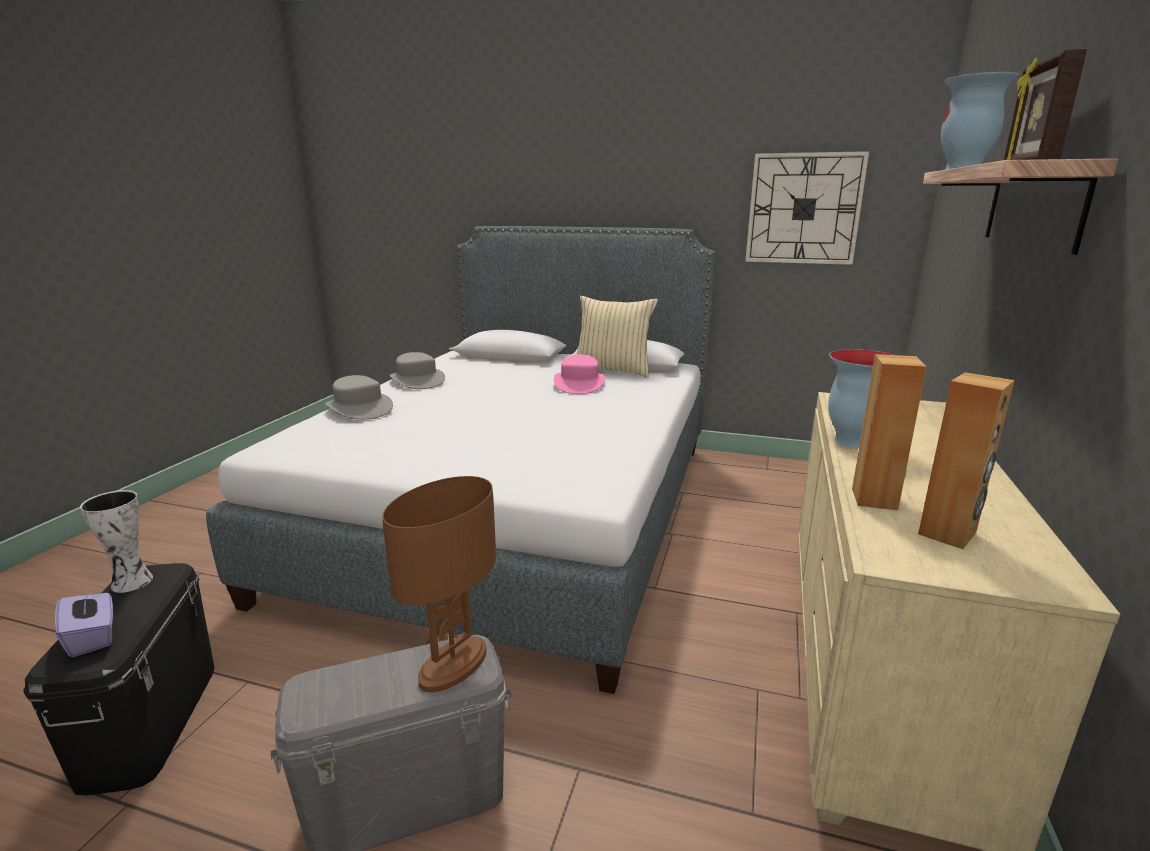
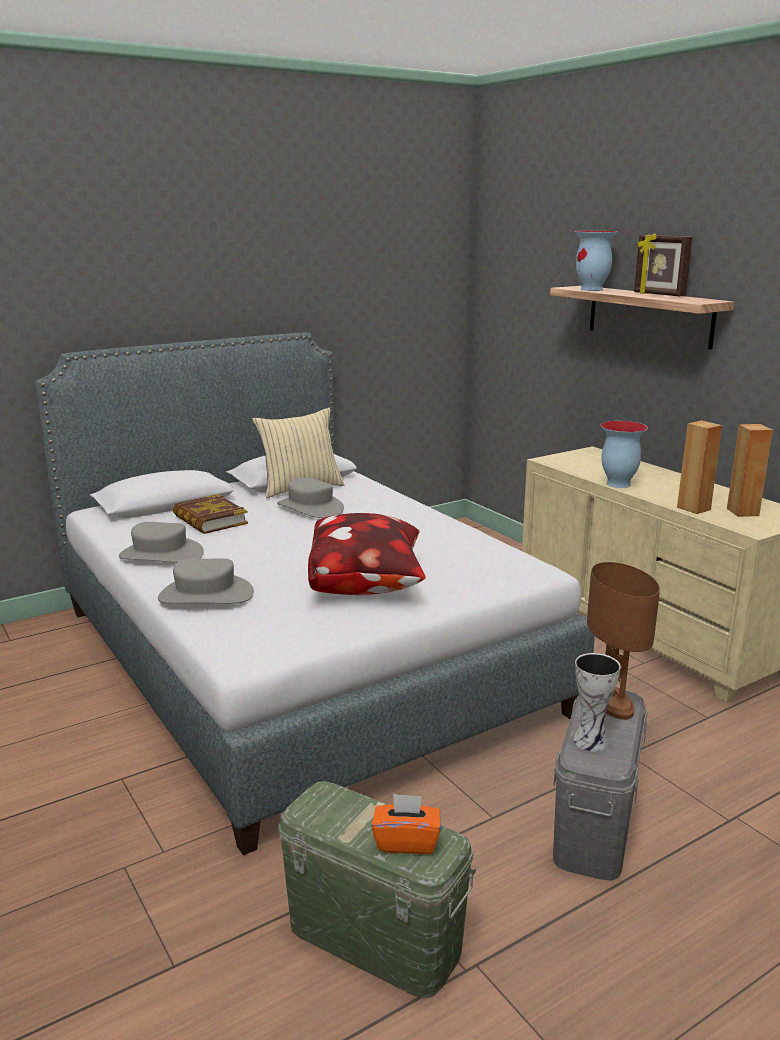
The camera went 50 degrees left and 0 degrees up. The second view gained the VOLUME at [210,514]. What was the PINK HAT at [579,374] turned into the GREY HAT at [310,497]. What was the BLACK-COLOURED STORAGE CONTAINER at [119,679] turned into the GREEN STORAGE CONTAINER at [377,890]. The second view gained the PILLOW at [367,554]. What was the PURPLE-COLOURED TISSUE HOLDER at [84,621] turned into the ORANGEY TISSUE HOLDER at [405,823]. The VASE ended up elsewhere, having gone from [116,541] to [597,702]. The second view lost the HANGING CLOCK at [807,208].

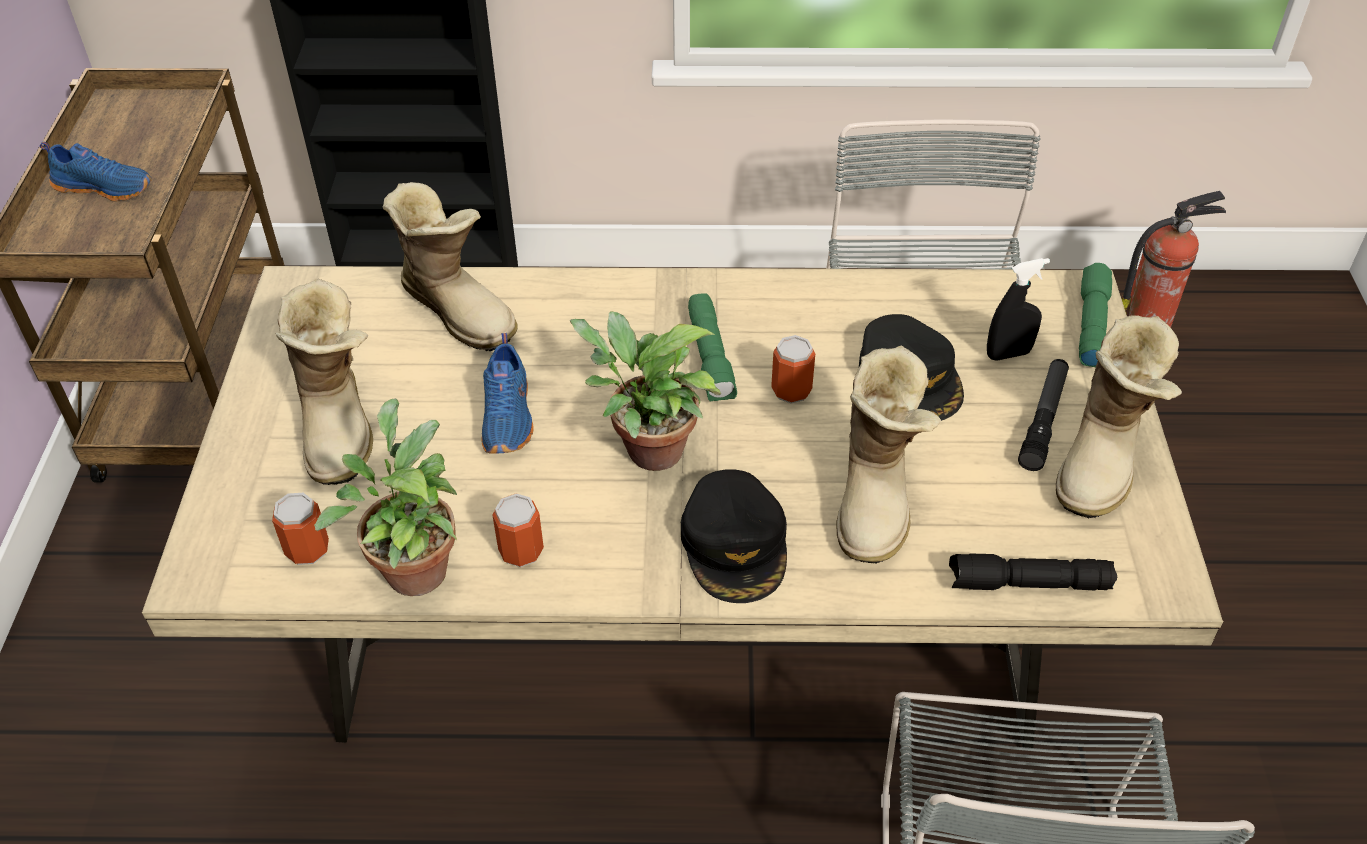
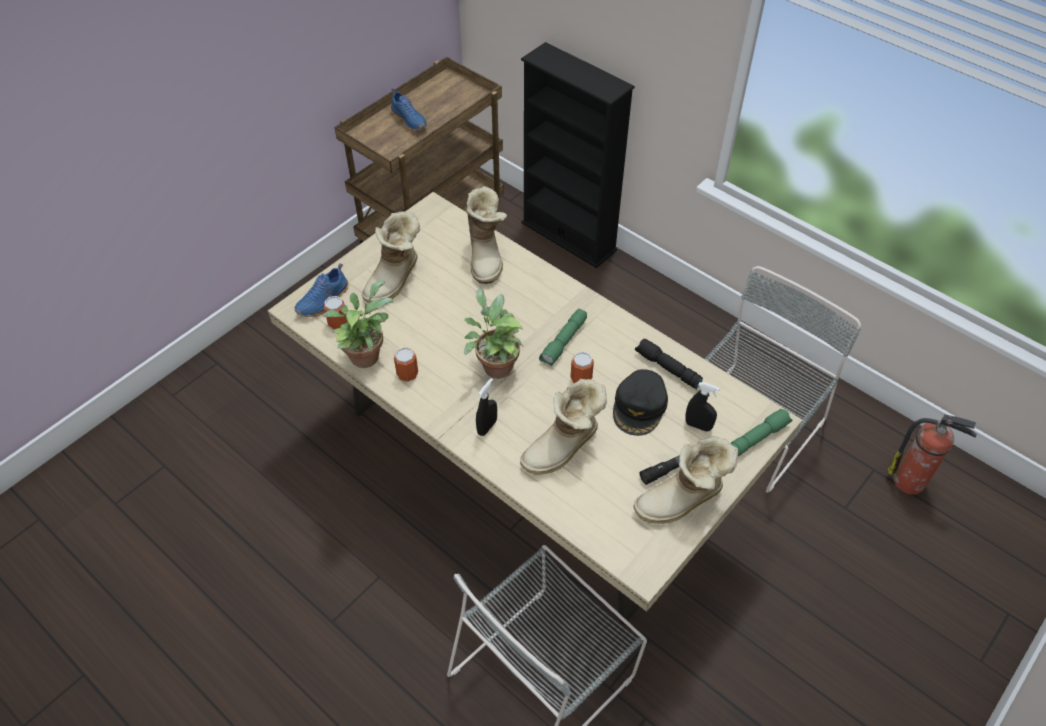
The camera went 40 degrees right and 5 degrees up. The BLUE-COLOURED ITEM OF FOOTWEAR ended up elsewhere, having gone from [508,393] to [322,290]. Where the BLACK-COLOURED CAP stood at [734,536], the BLACK-COLOURED HAND SPRAYER came to stand at [486,407]. The BLACK-COLOURED FLASHLIGHT ended up elsewhere, having gone from [1033,572] to [669,364].

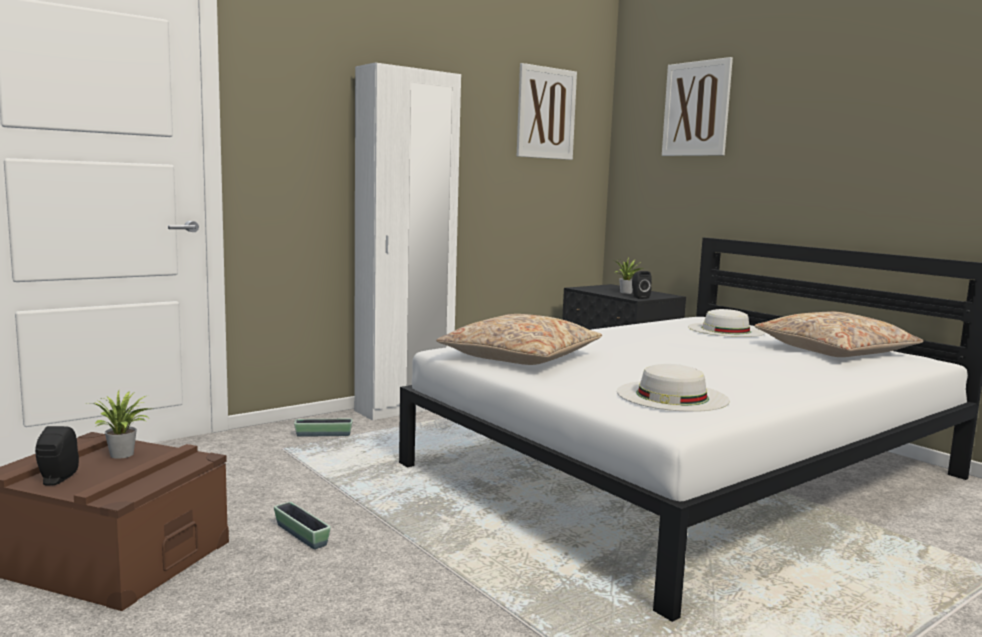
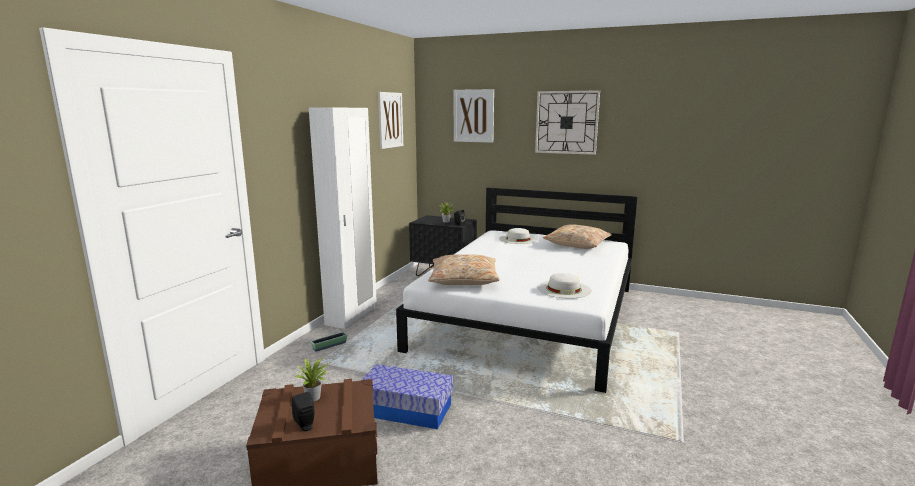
The camera went 30 degrees left and 5 degrees up. Where the FLOWER POT stood at [302,525], the STORAGE CONTAINER came to stand at [407,396]. The second view gained the HANGING CLOCK at [567,122].

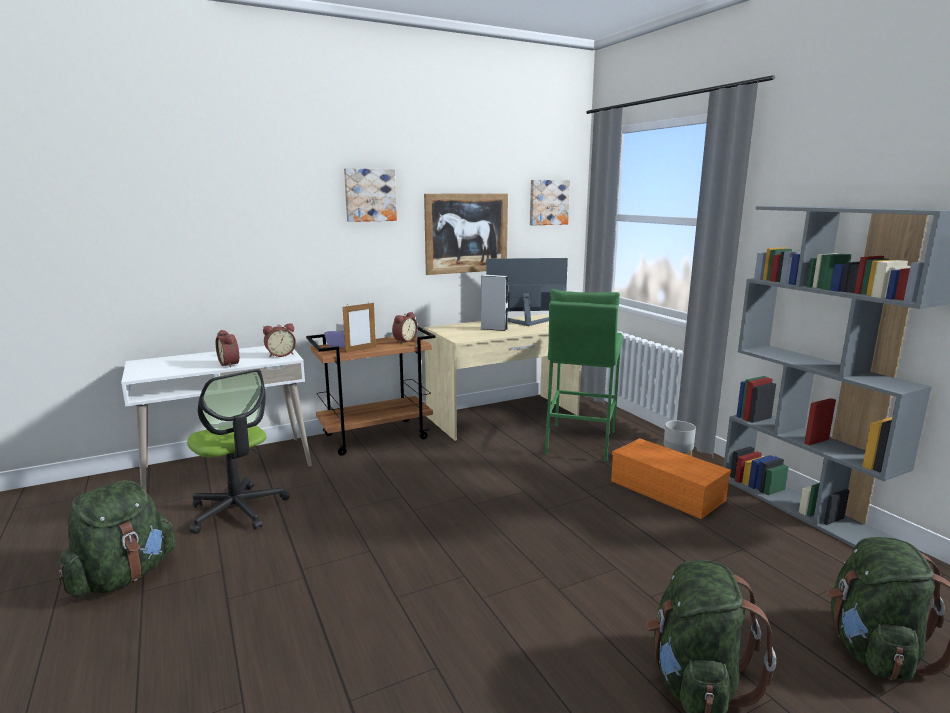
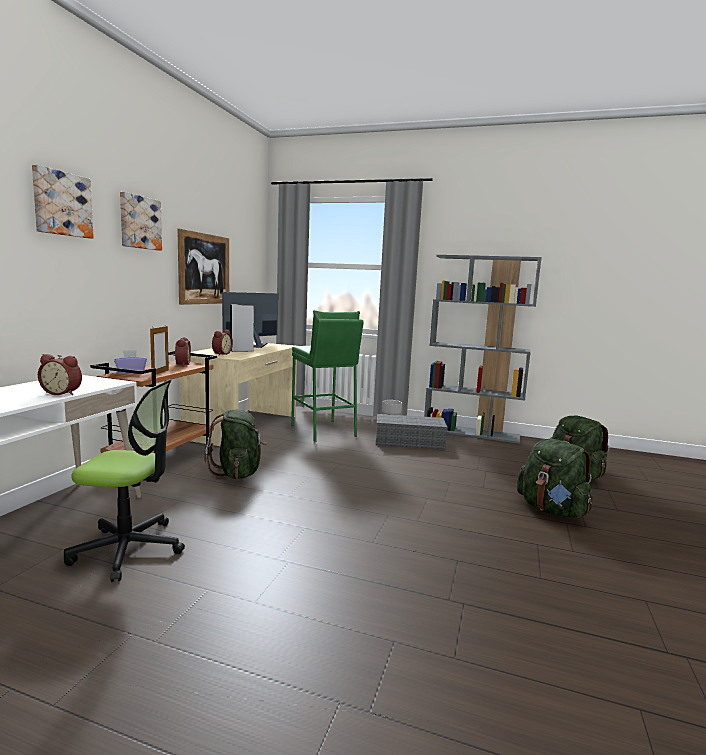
The camera went 45 degrees left and 5 degrees down. The WALL PICTURE ended up elsewhere, having gone from [550,202] to [63,201]. The GREEN RUCKSACK ended up elsewhere, having gone from [117,538] to [235,444]. The ALARM CLOCK ended up elsewhere, having gone from [279,340] to [222,342]. What was the ORANGEY STORAGE CONTAINER at [671,478] turned into the GREY STORAGE CONTAINER at [412,431].

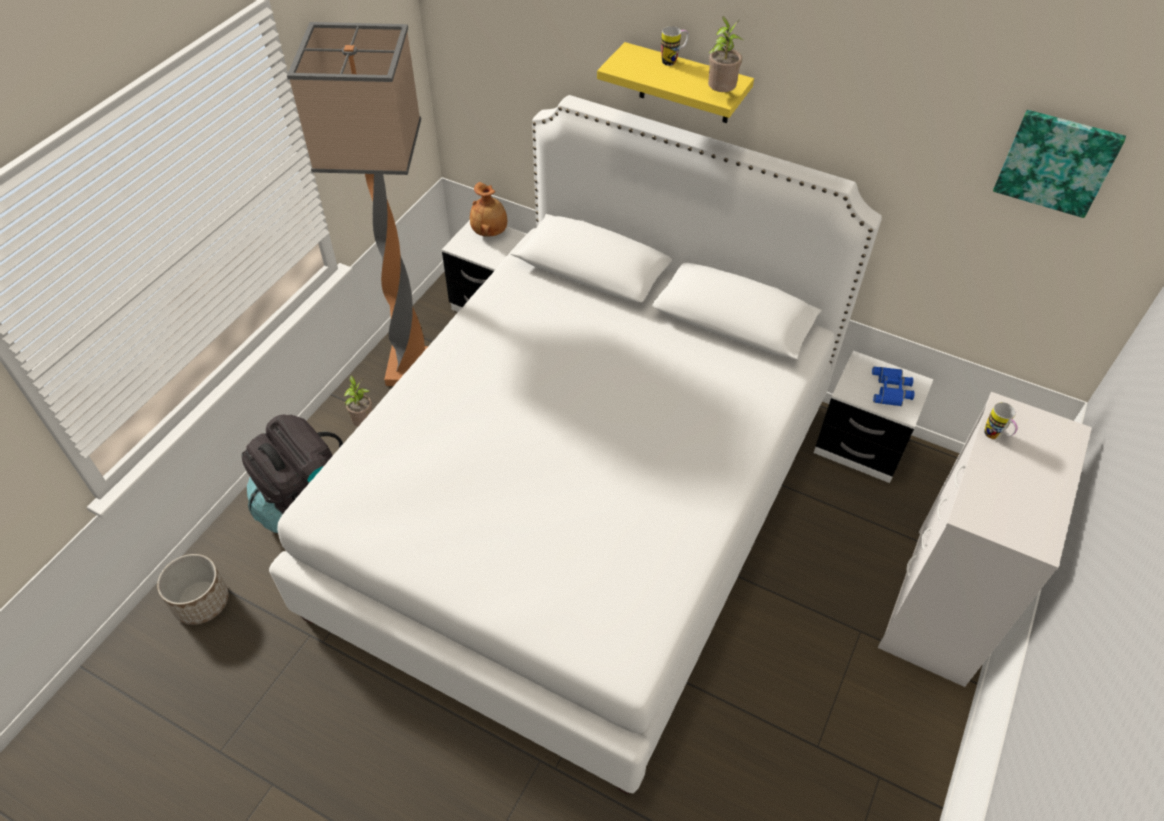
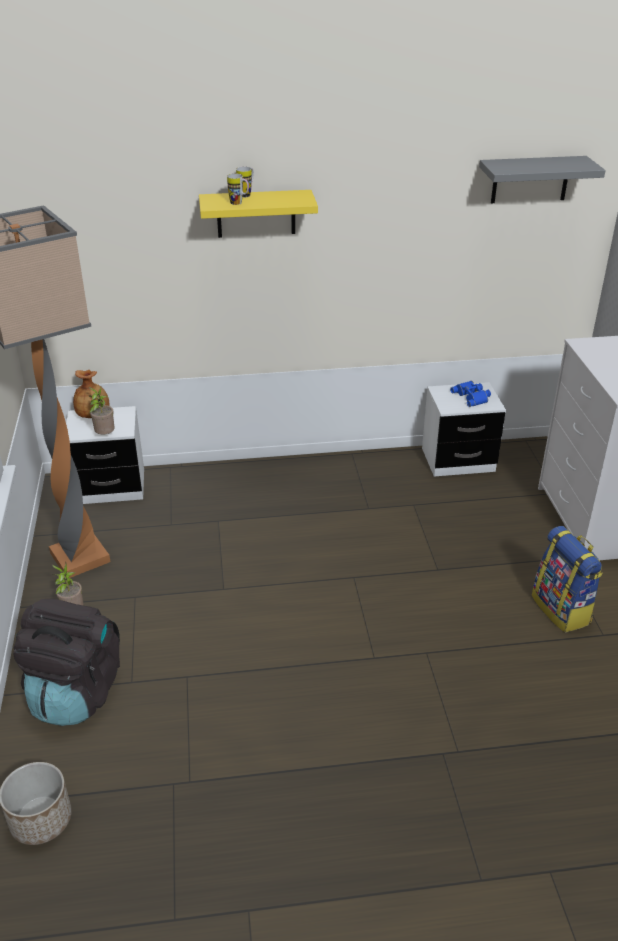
The camera went 35 degrees left and 15 degrees down. The PLANT IN A POT ended up elsewhere, having gone from [725,54] to [102,411]. The MUG ended up elsewhere, having gone from [1001,420] to [238,189]. Where the WALL PICTURE hung at [1059,164], the GREY SHELF came to hang at [542,179]. The second view gained the RUCKSACK at [567,579]. The second view lost the WHITE SLEEPING BED at [575,445].

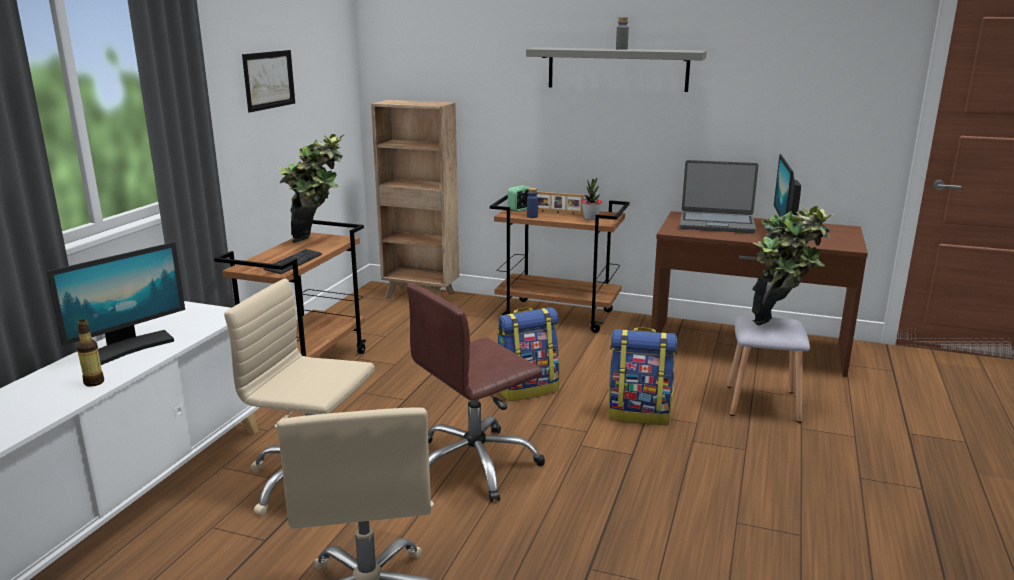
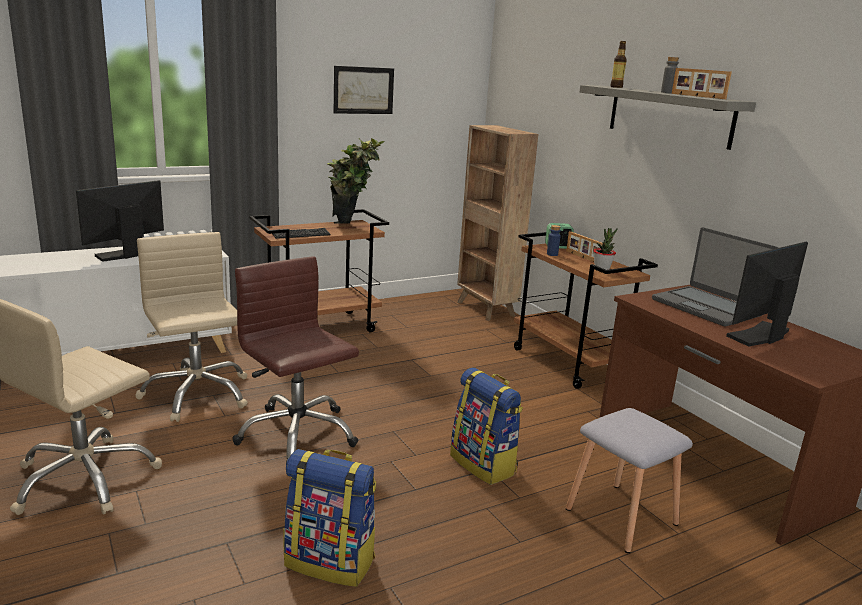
The camera went 40 degrees right and 0 degrees up. The COMPUTER DISPLAY at [116,303] ended up facing another way, 135 degrees clockwise from before. The BROWN-COLOURED OFFICE CHAIR at [475,392] ended up facing another way, 45 degrees clockwise from before. The RUCKSACK ended up elsewhere, having gone from [528,354] to [329,518]. The BOTTLE ended up elsewhere, having gone from [90,353] to [618,64]. The second view gained the PICTURE FRAME at [702,83]. The second view lost the PLANT IN A POT at [793,265].

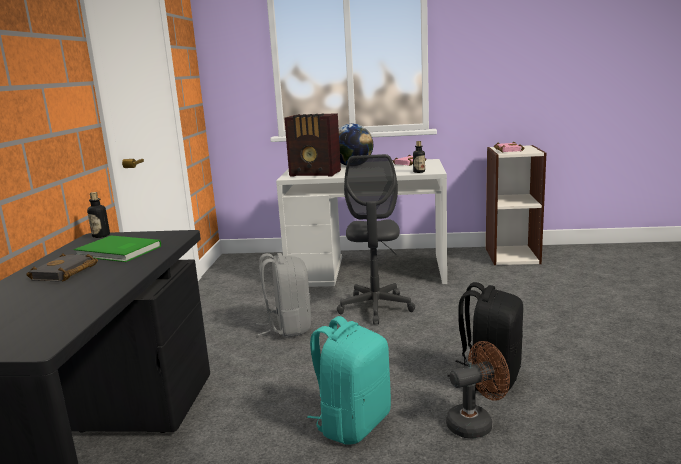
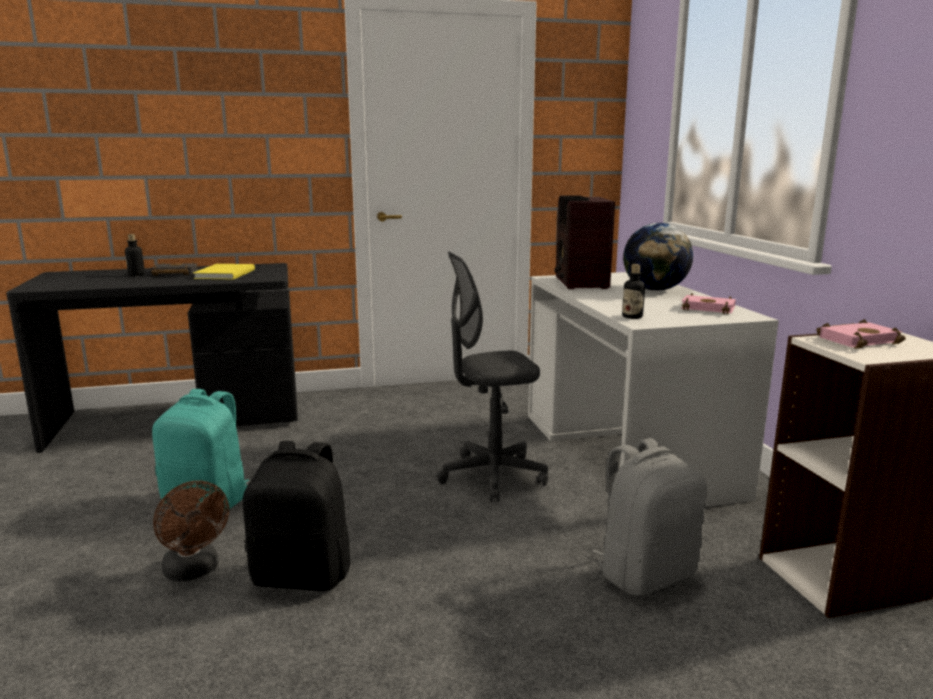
The camera went 70 degrees right and 0 degrees up. The BOTTLE ended up elsewhere, having gone from [98,215] to [135,255]. What was the GREEN VOLUME at [117,248] turned into the YELLOW VOLUME at [224,271]. The GREY RUCKSACK ended up elsewhere, having gone from [283,295] to [649,517].

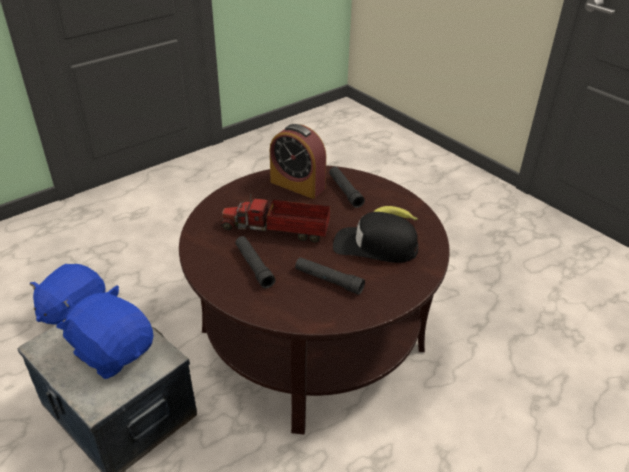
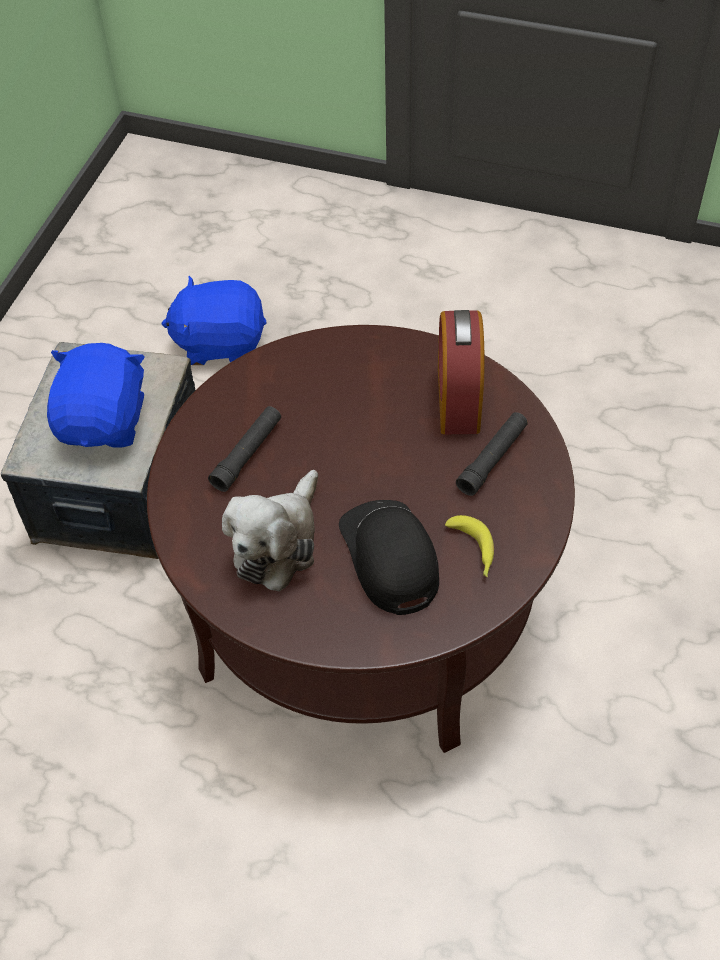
The camera went 60 degrees right and 15 degrees up. Where the BLACK-COLOURED FLASHLIGHT stood at [330,276], the PLUSH TOY came to stand at [270,531]. The second view lost the MODEL TRUCK at [275,218].

